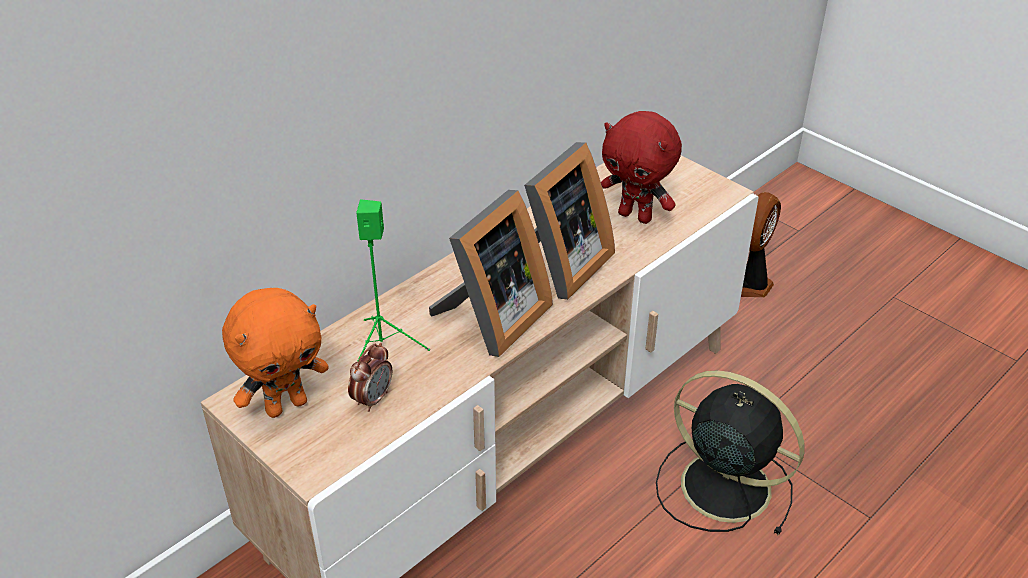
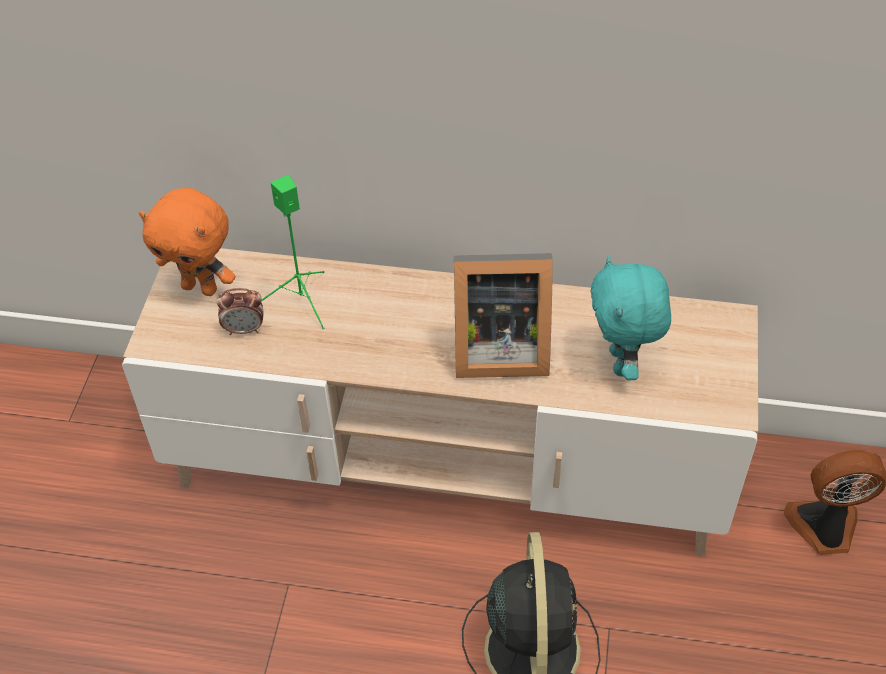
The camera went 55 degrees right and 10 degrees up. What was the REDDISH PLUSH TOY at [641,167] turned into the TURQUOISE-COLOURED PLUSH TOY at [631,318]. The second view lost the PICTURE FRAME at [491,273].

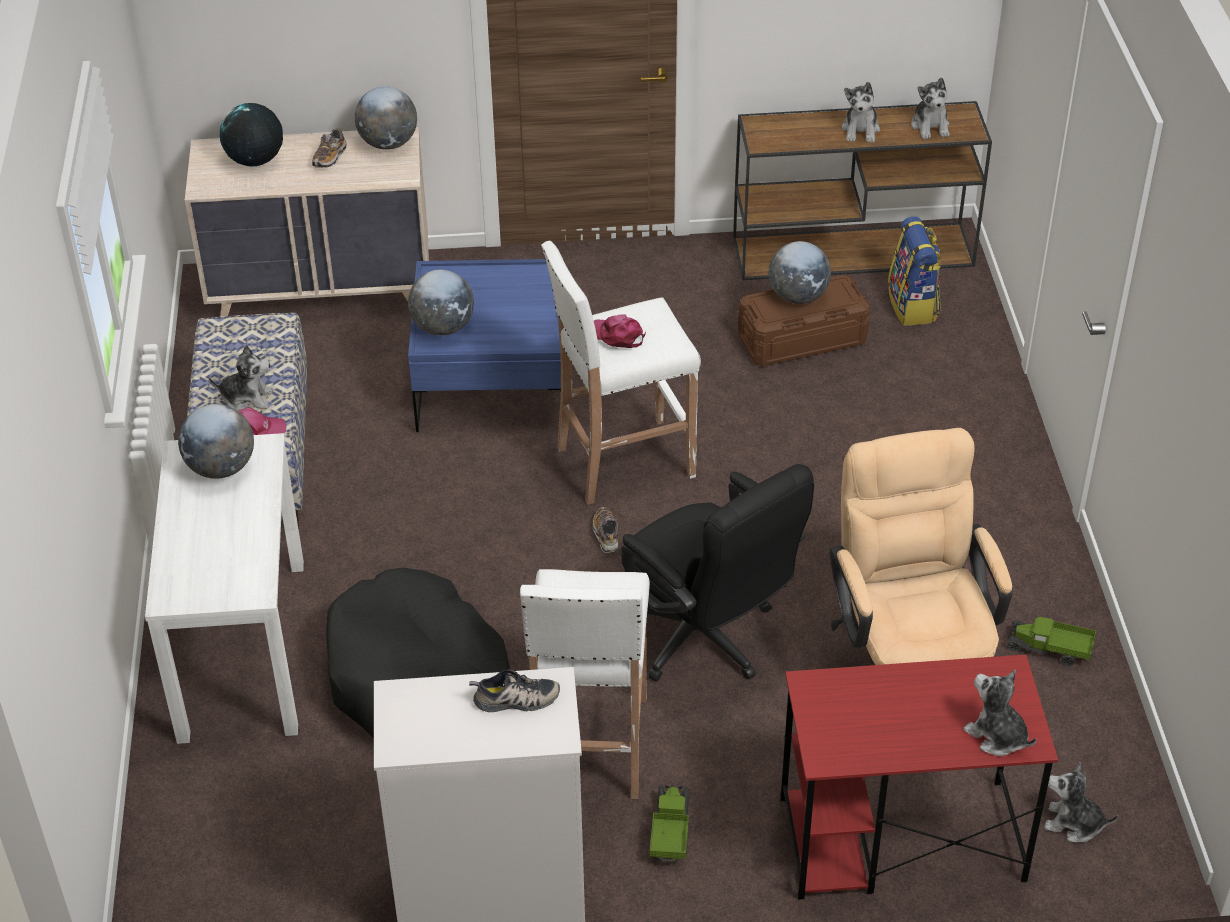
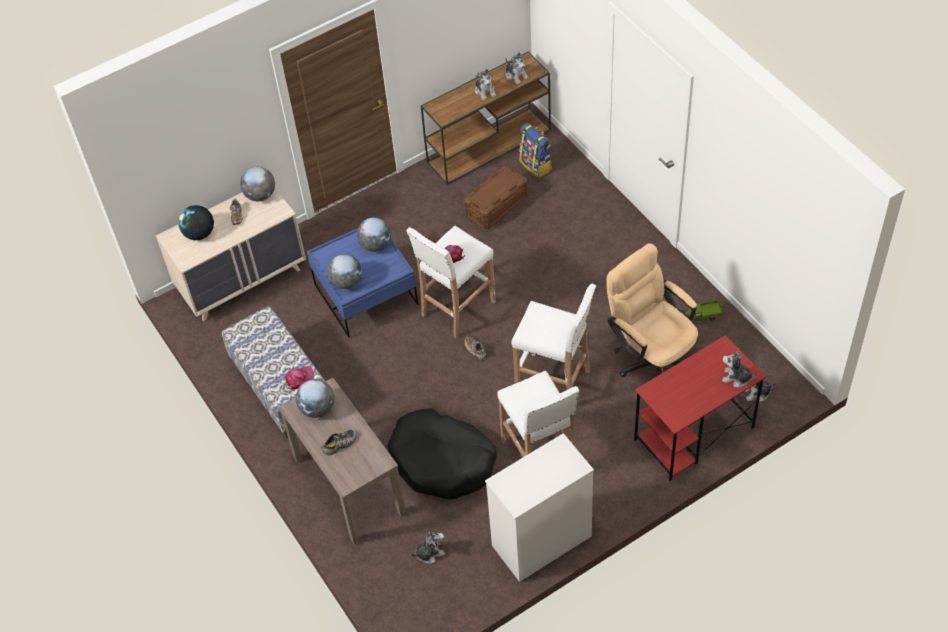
The camera went 25 degrees left and 10 degrees up. What was the WHITE HALL TABLE at [224,588] turned into the BROWN-COLOURED HALL TABLE at [342,461]. The ITEM OF FOOTWEAR ended up elsewhere, having gone from [514,691] to [338,442]. The WORLD GLOBE ended up elsewhere, having gone from [799,272] to [374,234]. The PLUSH TOY ended up elsewhere, having gone from [241,378] to [428,547]. Where the BLACK-COLOURED OFFICE CHAIR stood at [717,573], the WHITE SITTING STOOL came to stand at [553,337]. The second view lost the MODEL TRUCK at [670,824].

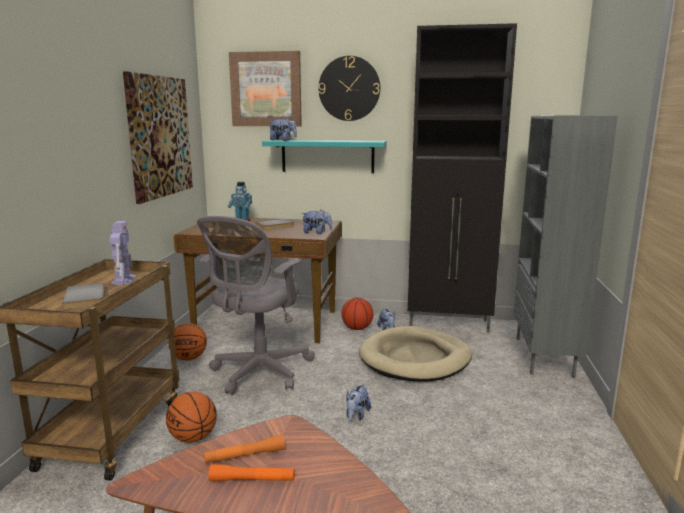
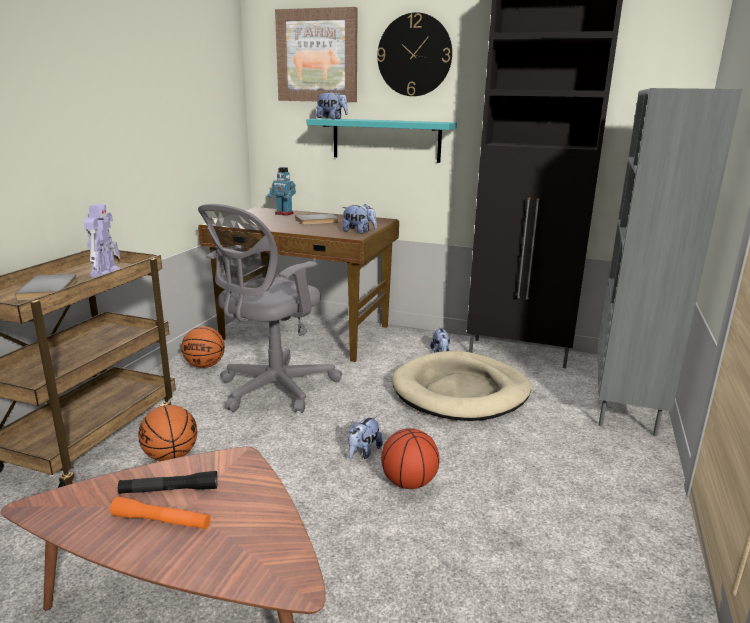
The camera went 10 degrees right and 5 degrees up. What was the ORANGEY FLASHLIGHT at [244,449] turned into the BLACK-COLOURED FLASHLIGHT at [168,482]. The BASKETBALL ended up elsewhere, having gone from [357,314] to [410,458]. The second view lost the WALL PICTURE at [158,137].

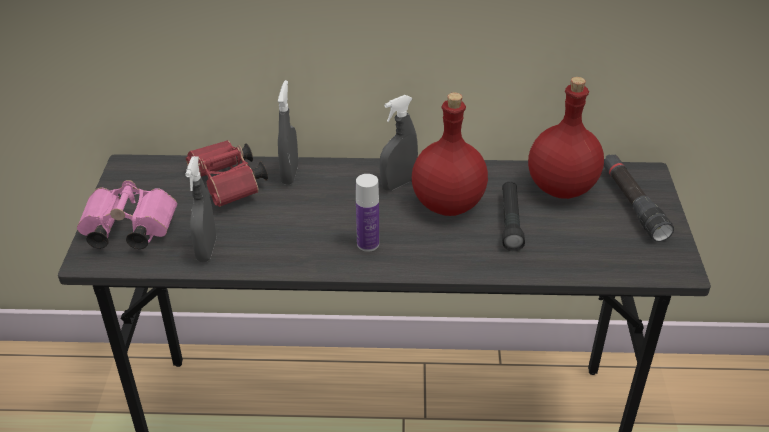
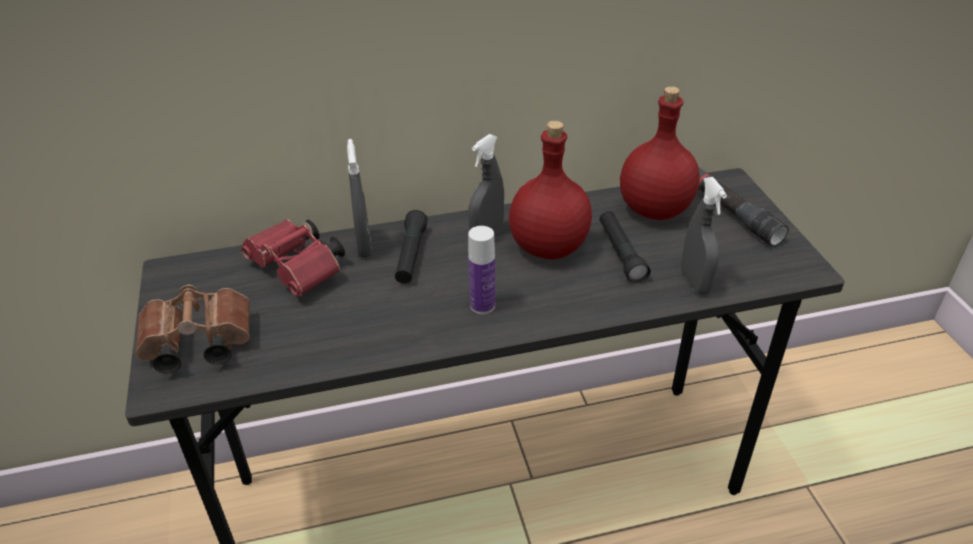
The camera went 15 degrees left and 0 degrees up. What was the PINK FIELD GLASSES at [127,214] turned into the BROWN-COLOURED FIELD GLASSES at [192,329]. The second view gained the BLACK-COLOURED FLASHLIGHT at [411,247]. The GREY HAND SPRAYER ended up elsewhere, having gone from [200,209] to [704,236].

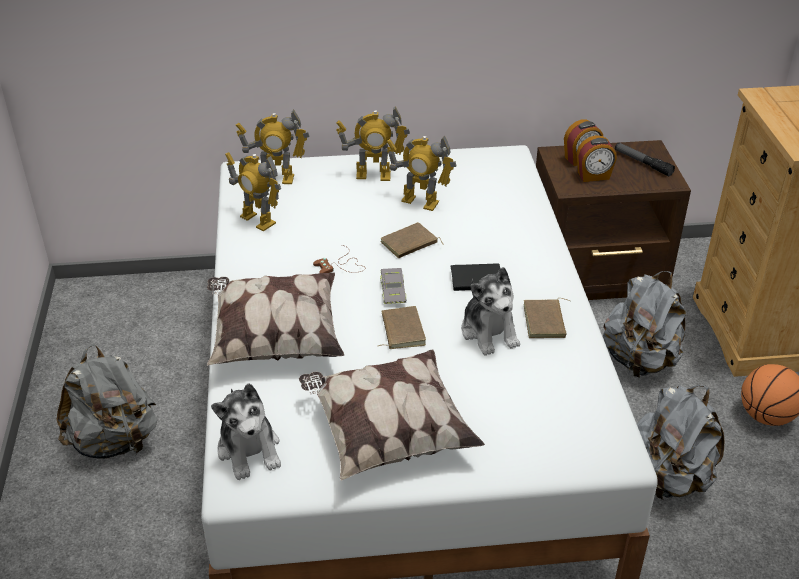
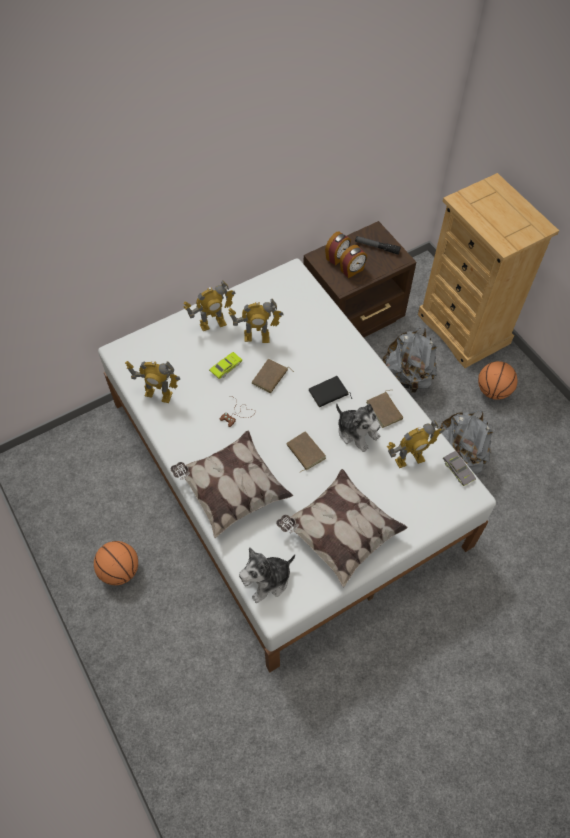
The camera went 25 degrees left and 20 degrees up. Where the GREY RUCKSACK stood at [106,401], the BASKETBALL came to stand at [116,563]. The second view gained the GREEN MODEL CAR at [226,365]. The PLUSH TOY at [246,431] ended up facing another way, 105 degrees clockwise from before. The TOY ROBOT ended up elsewhere, having gone from [272,146] to [415,444]. The GREY MODEL CAR ended up elsewhere, having gone from [393,286] to [459,468].

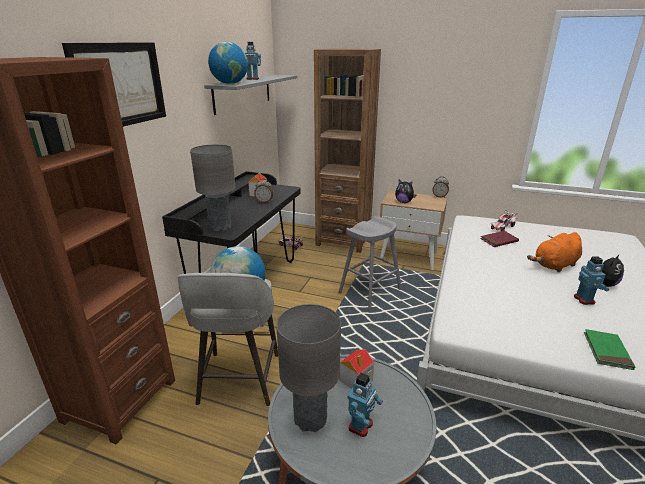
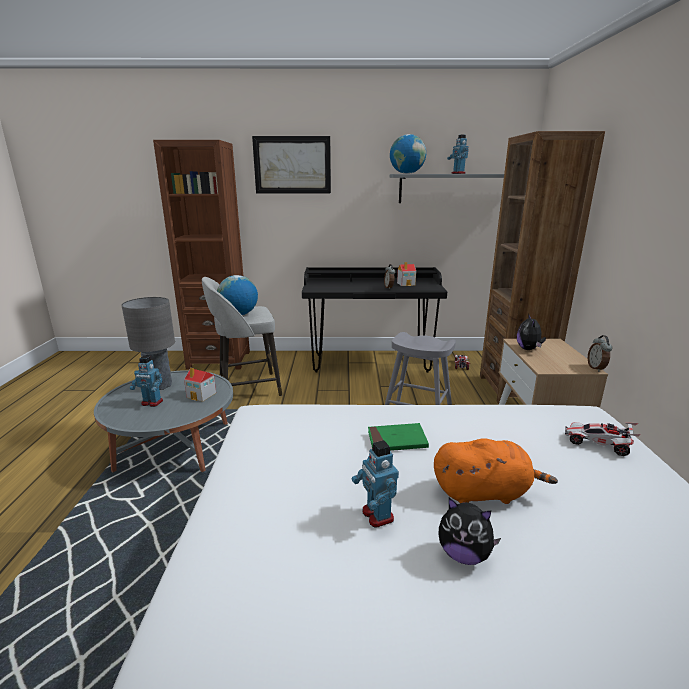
The camera went 70 degrees right and 5 degrees down. The TOY ROBOT at [591,280] ended up facing another way, 90 degrees clockwise from before. The GREEN VOLUME ended up elsewhere, having gone from [609,349] to [398,437]. The ORANGEY PLUSH TOY at [554,252] ended up facing another way, 135 degrees clockwise from before. The second view lost the GREY TABLE LAMP at [213,187]. The second view lost the REDDISH VOLUME at [499,239].

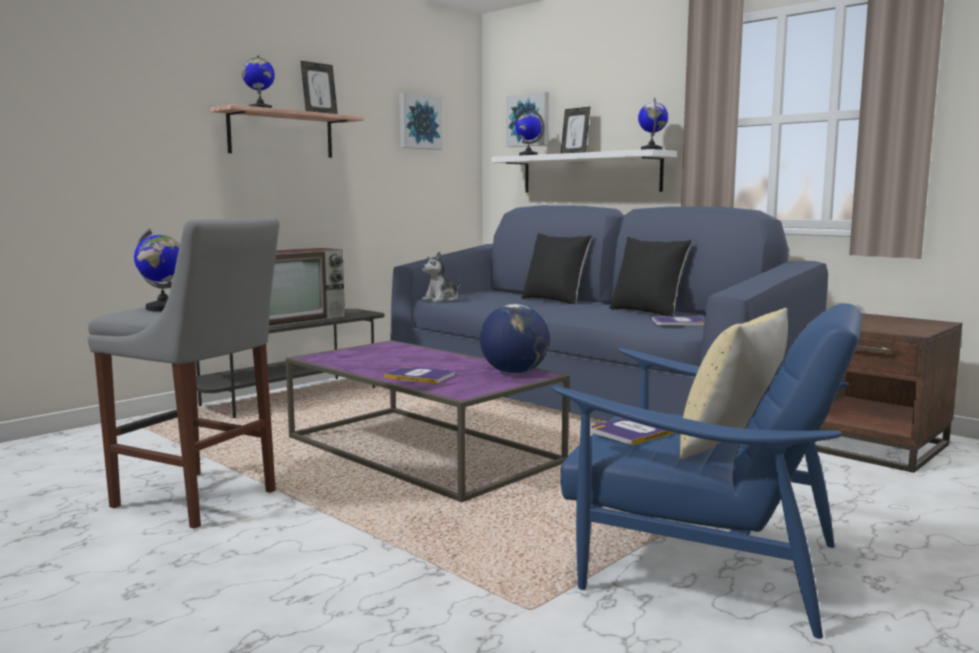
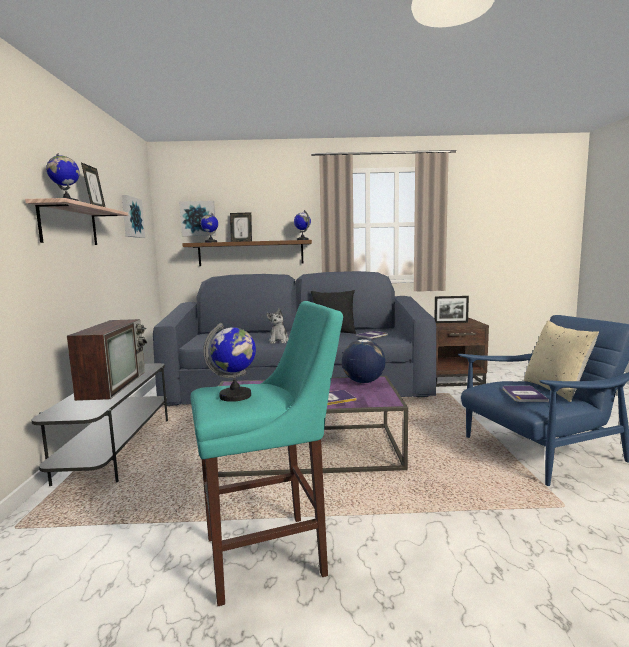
The camera went 45 degrees left and 0 degrees up. What was the WHITE SHELF at [584,170] turned into the BROWN-COLOURED SHELF at [247,253]. What was the GREY SITTING STOOL at [183,373] turned into the TURQUOISE-COLOURED SITTING STOOL at [266,453]. The PLUSH TOY ended up elsewhere, having gone from [441,276] to [278,326]. The second view gained the PICTURE FRAME at [451,309]. The second view lost the BLACK-COLOURED PILLOW at [556,268].

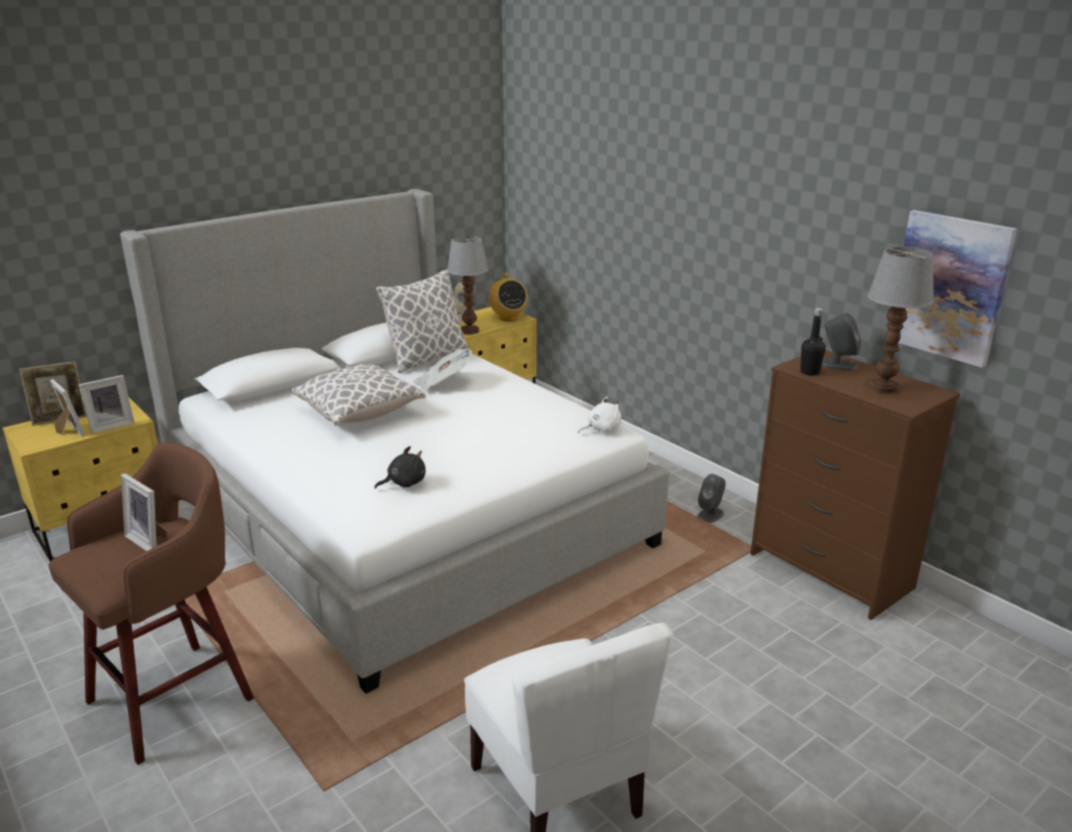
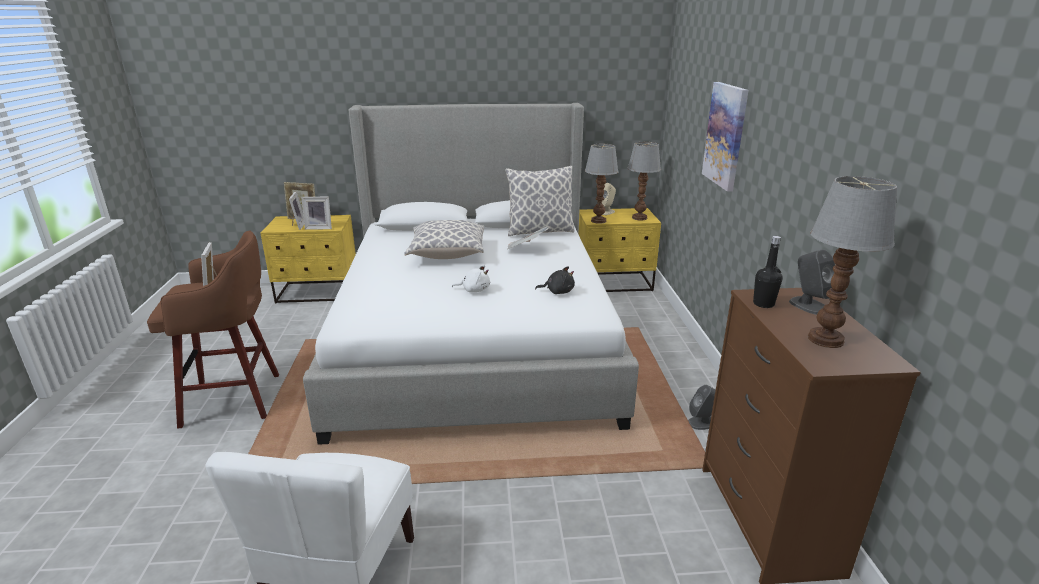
The camera went 35 degrees right and 0 degrees up. The WHITE PLUSH TOY ended up elsewhere, having gone from [600,415] to [471,278]. The BLACK-COLOURED PLUSH TOY ended up elsewhere, having gone from [400,467] to [555,280]. Where the RADIO stood at [508,297], the TABLE LAMP came to stand at [644,181]. The WALL PICTURE ended up elsewhere, having gone from [957,289] to [725,137].

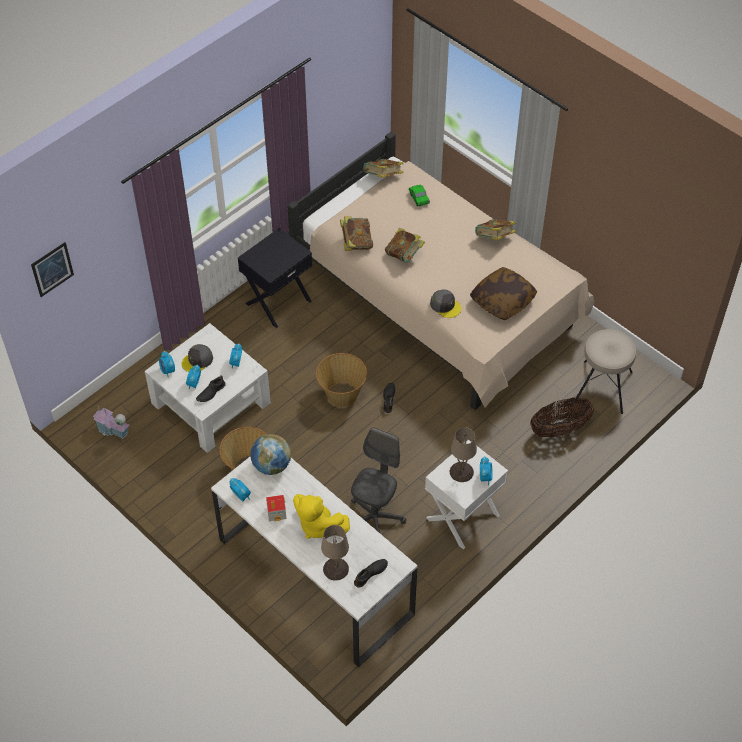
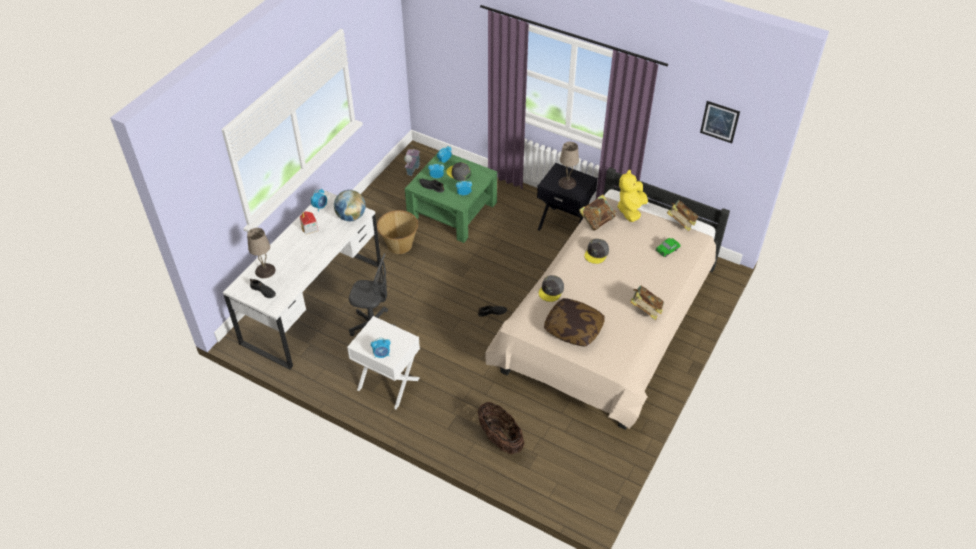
The camera went 75 degrees right and 5 degrees down. What was the WHITE COFFEE TABLE at [208,388] turned into the GREEN COFFEE TABLE at [451,198]. The BEIGE TABLE LAMP ended up elsewhere, having gone from [463,454] to [568,165]. Where the VOLUME stood at [405,245], the GREY CAP came to stand at [596,251]. The YELLOW PLUSH TOY ended up elsewhere, having gone from [321,516] to [632,196]. The WALL PICTURE ended up elsewhere, having gone from [52,269] to [720,122]. The second view lost the HOUSEHOLD BASKET at [341,380]. The second view lost the BEIGE SITTING STOOL at [605,371].

